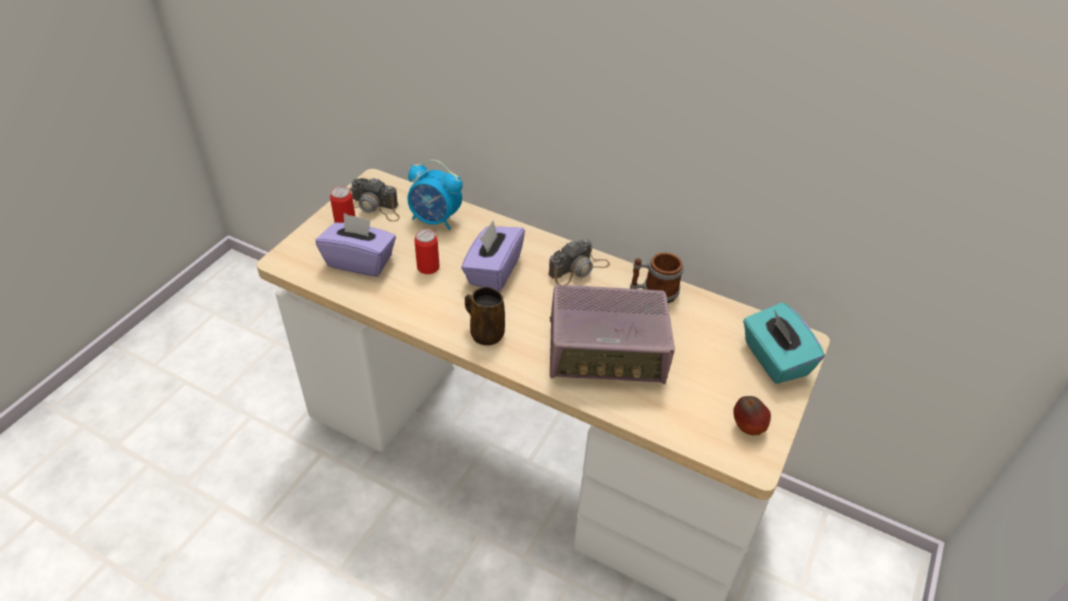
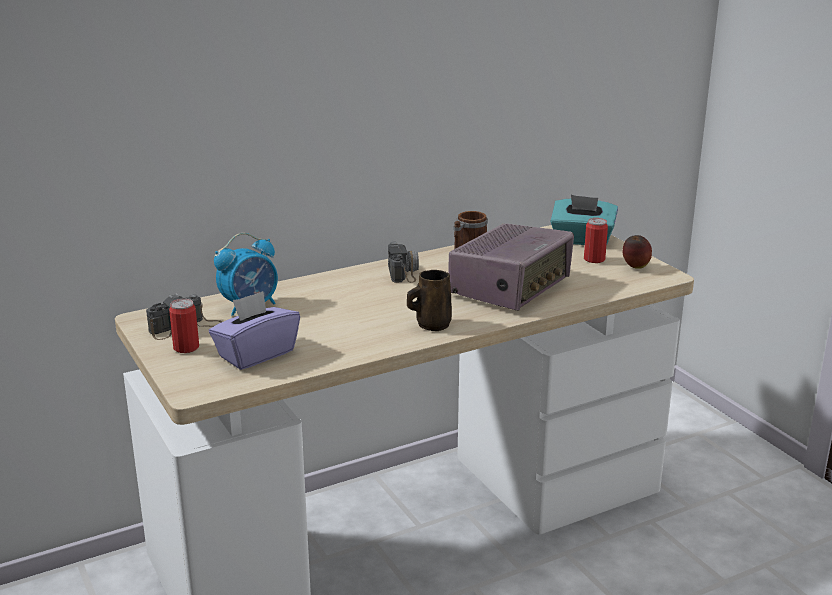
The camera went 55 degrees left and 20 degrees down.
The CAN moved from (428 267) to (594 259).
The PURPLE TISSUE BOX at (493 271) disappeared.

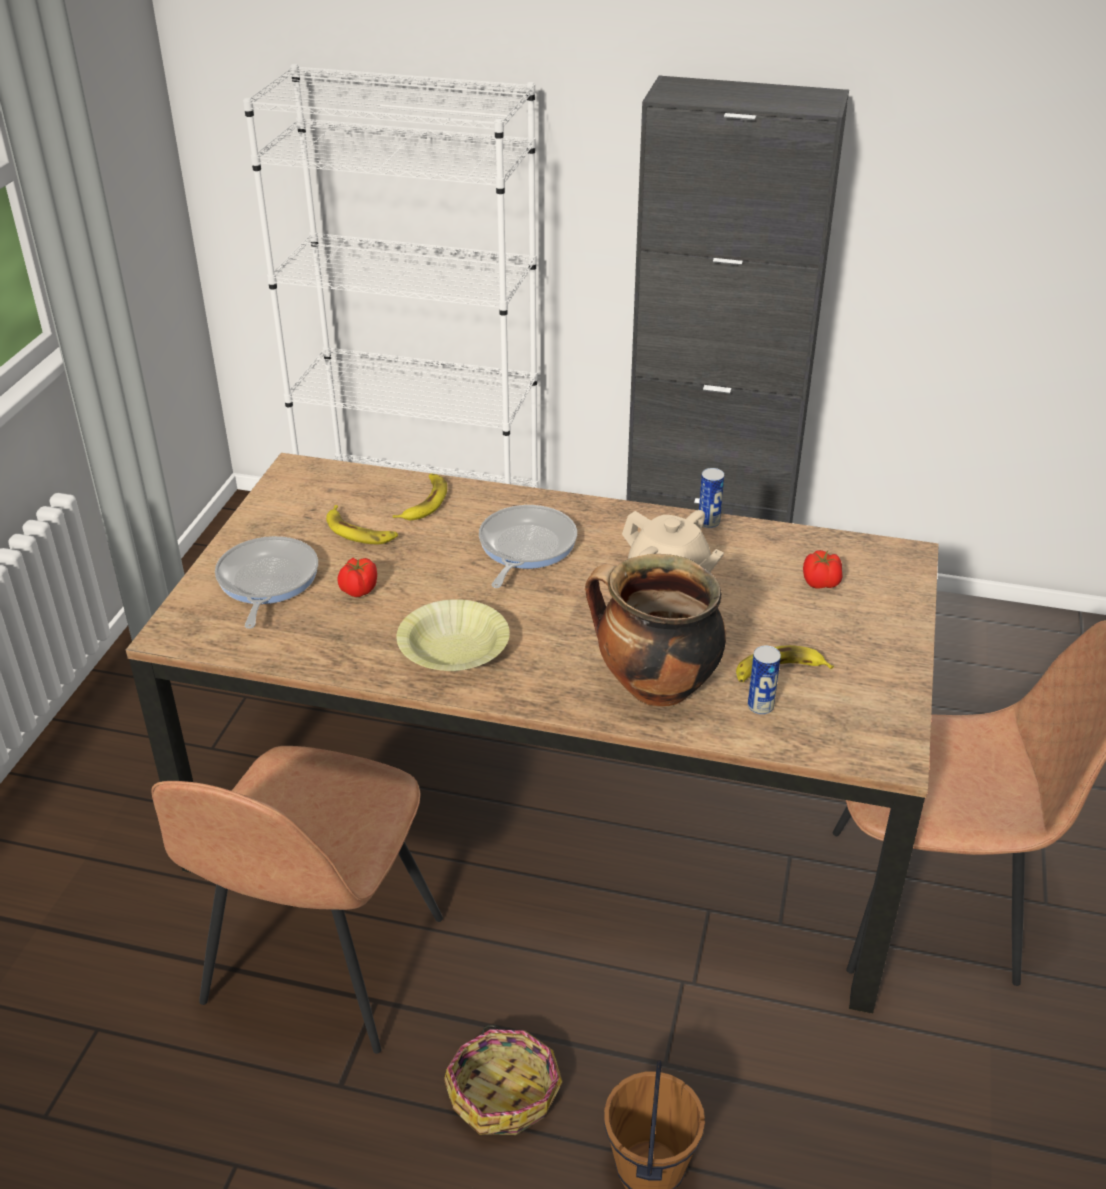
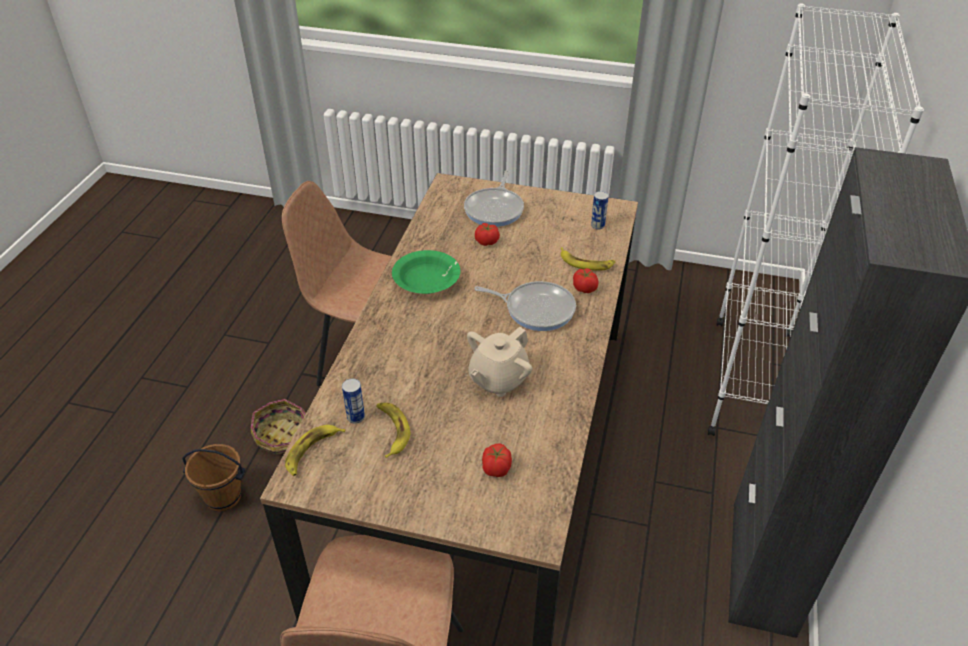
The camera went 90 degrees right and 5 degrees up.
The BANANA moved from (359 531) to (312 451).
The YELLOW BOWL at (454 650) became the GREEN BOWL at (427 281).
The FRYING PAN at (266 581) turned 105 degrees clockwise.
The TOMATO at (584 289) appeared.
The CAN moved from (708 522) to (597 225).
The COOKING POT at (654 688) disappeared.

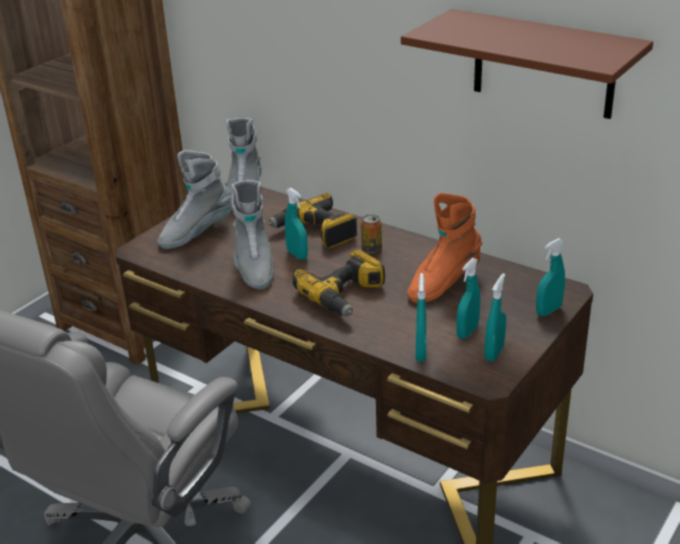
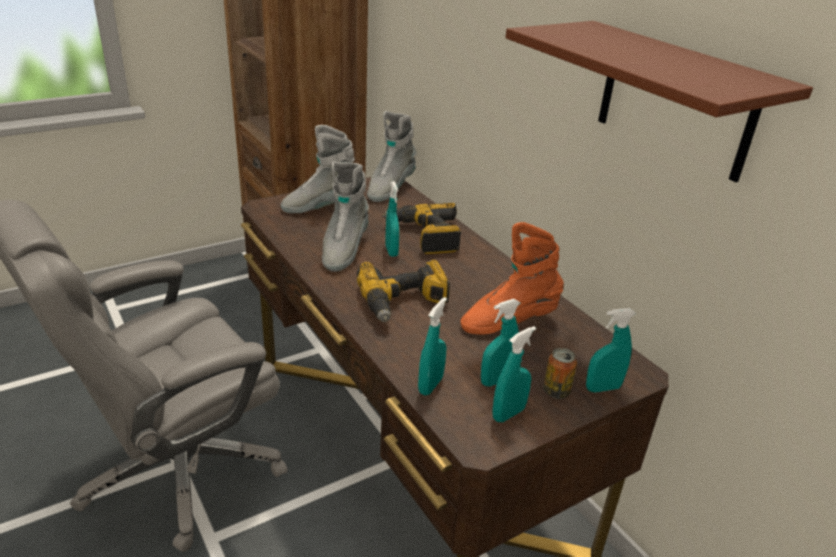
The camera went 20 degrees right and 0 degrees up.
The CAN moved from (371 249) to (556 392).

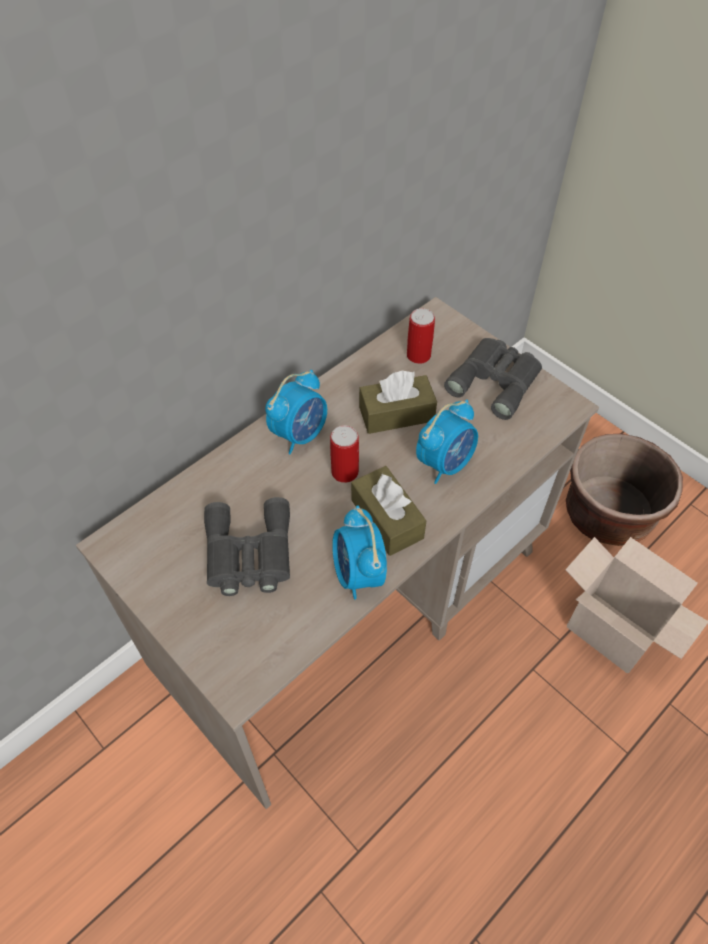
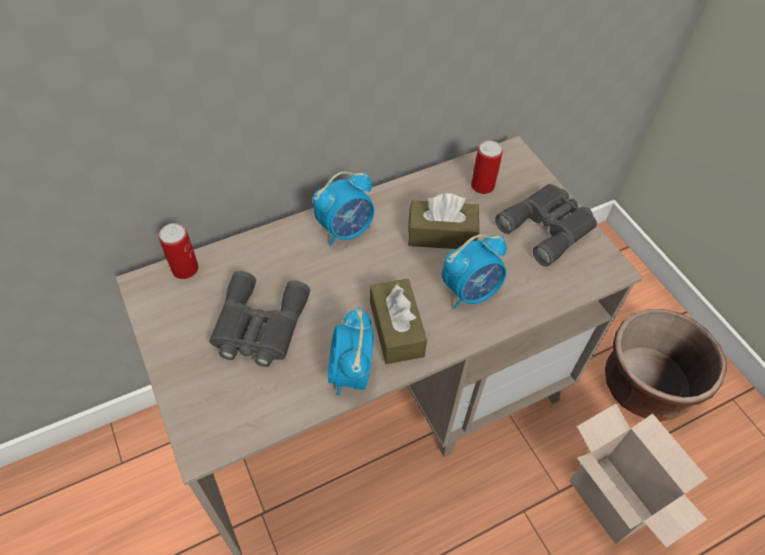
The camera went 15 degrees right and 0 degrees up.
The CAN moved from (345 472) to (185 269).

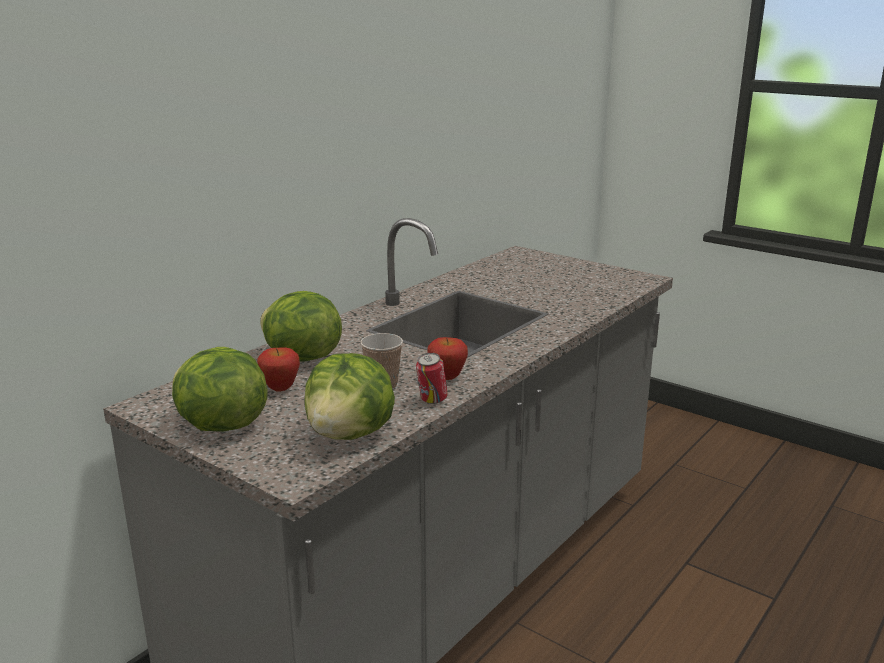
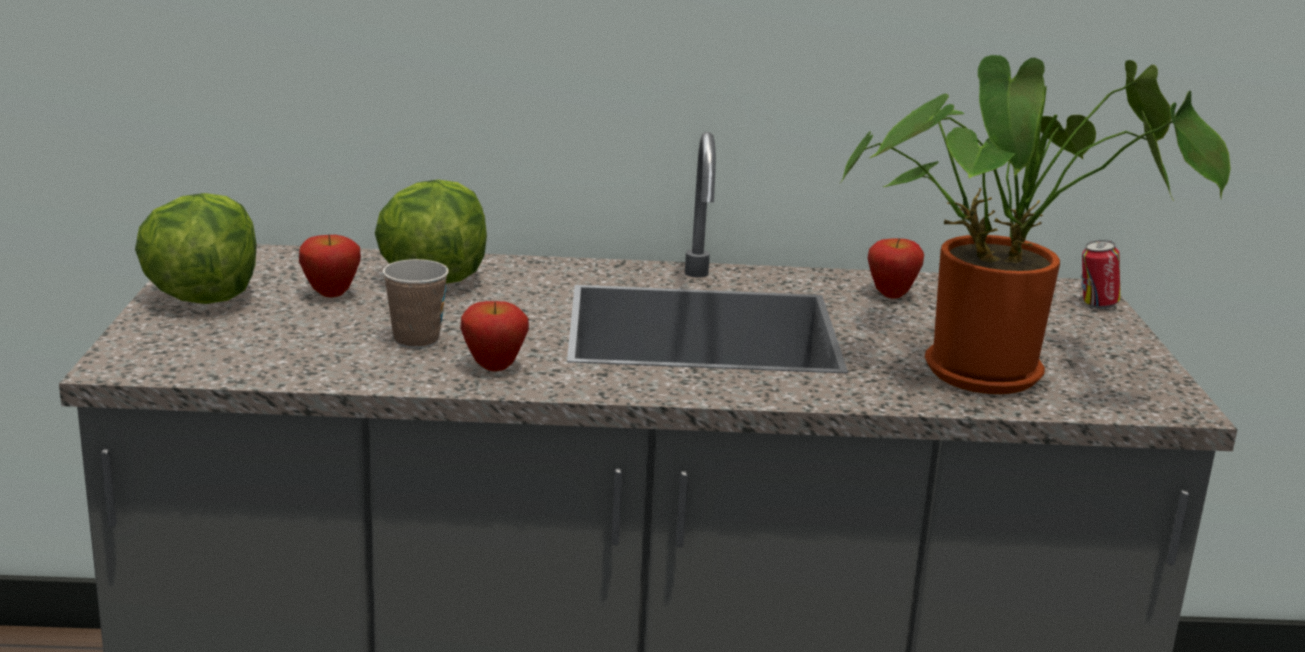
The camera went 50 degrees right and 0 degrees up.
The POTTED PLANT at (995 373) appeared.
The APPLE at (891 295) appeared.
The CAN moved from (432 401) to (1096 305).
The LETTUCE at (351 434) disappeared.

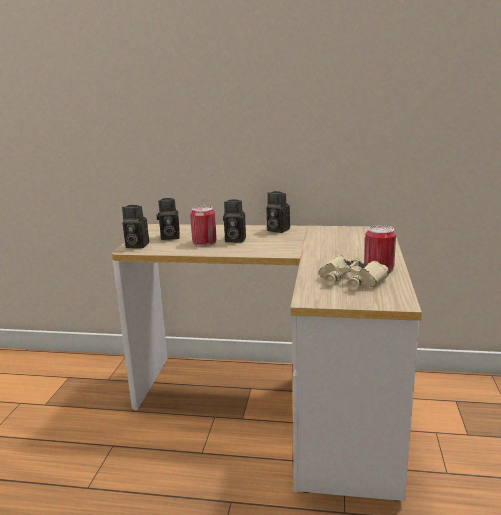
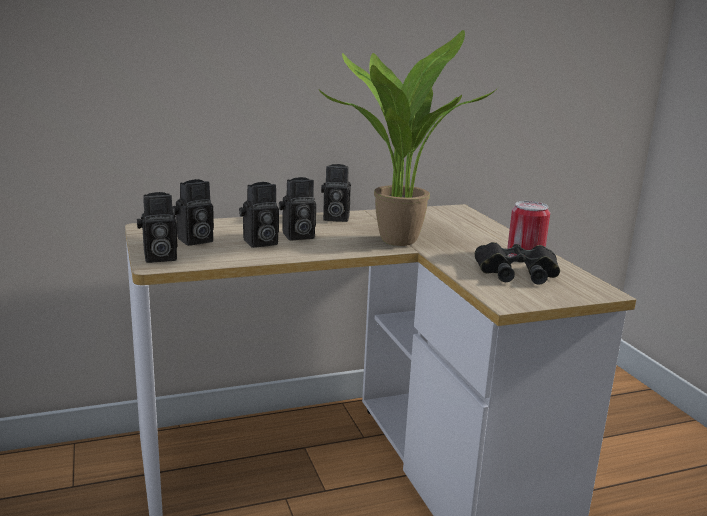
The camera went 30 degrees left and 0 degrees up.
The CAN at (204 242) was replaced by the PHOTO CAMERA at (259 243).
The POTTED PLANT at (395 239) appeared.
The BEIGE BINOCULARS at (351 280) became the BLACK BINOCULARS at (516 272).

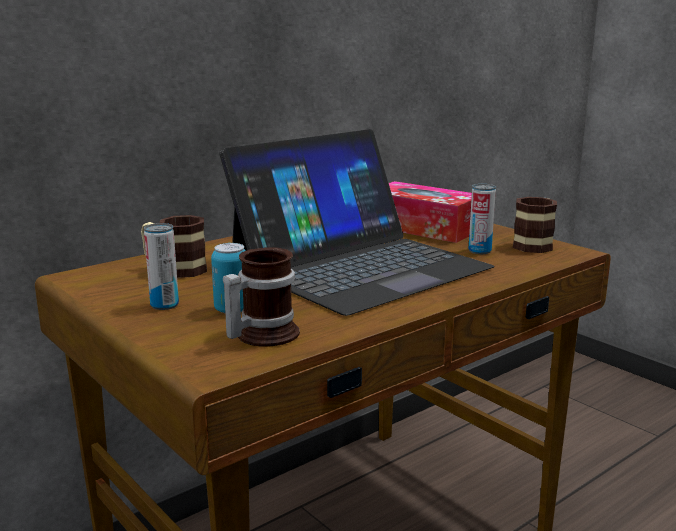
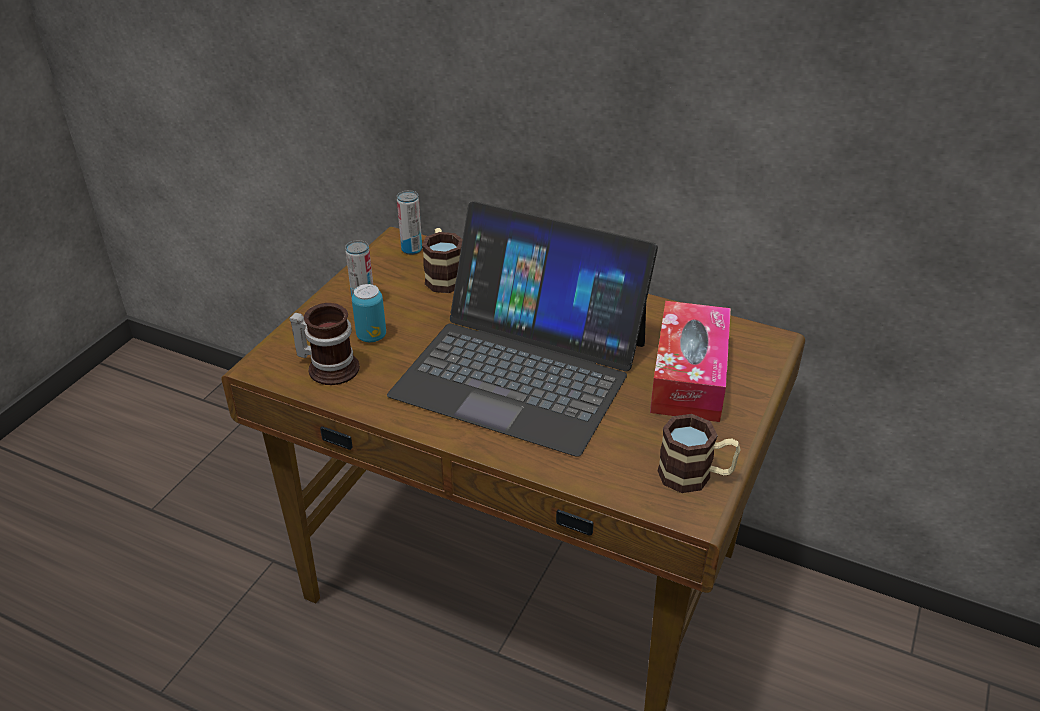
The camera went 65 degrees right and 20 degrees up.
The CAN moved from (479 251) to (411 249).

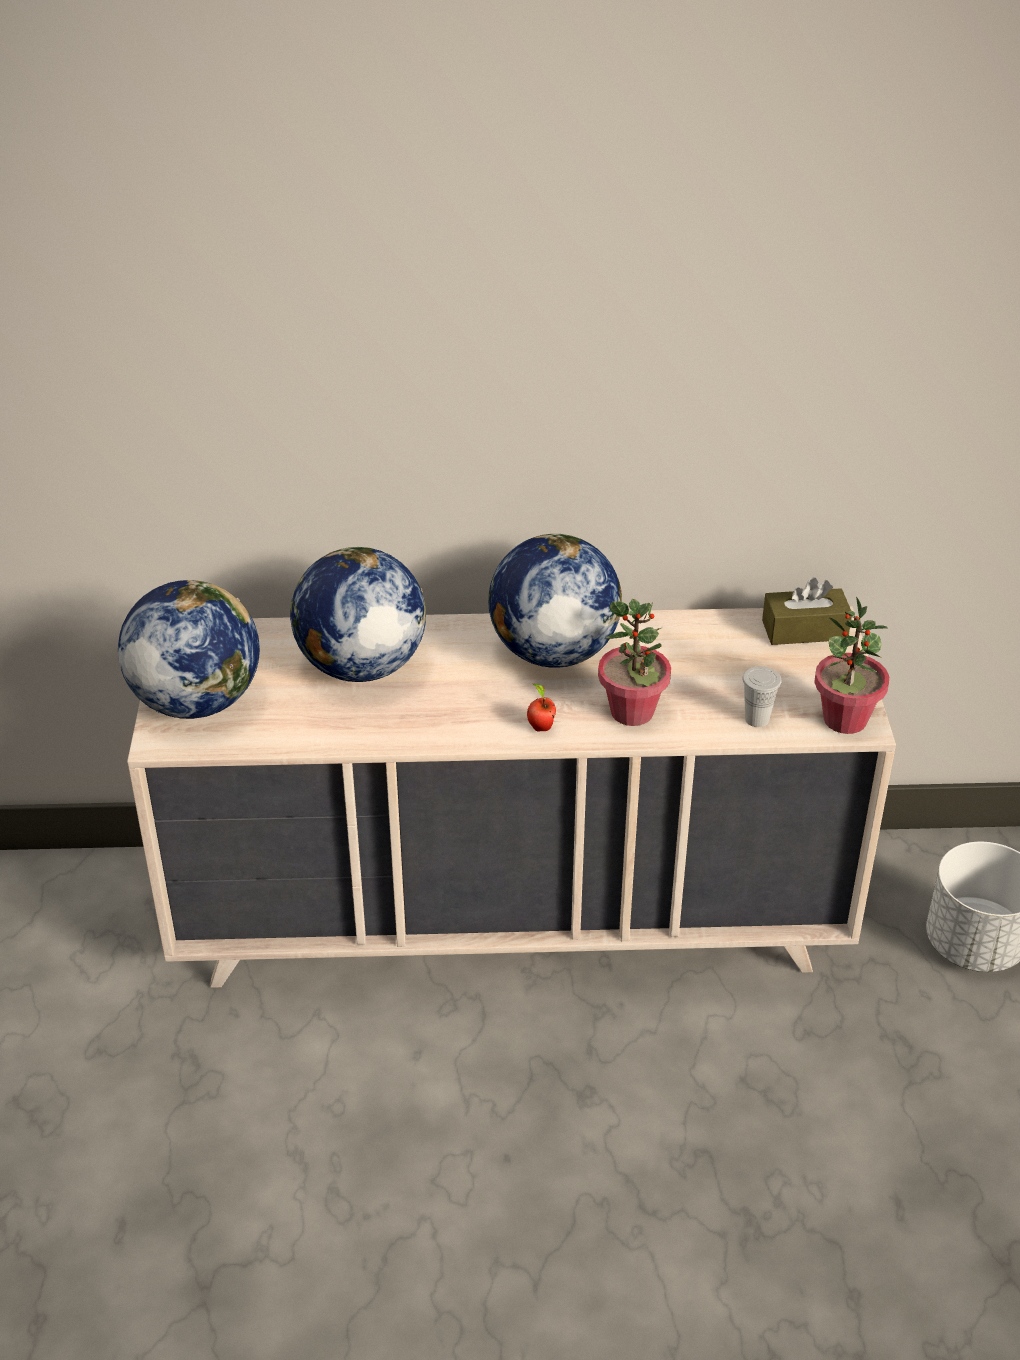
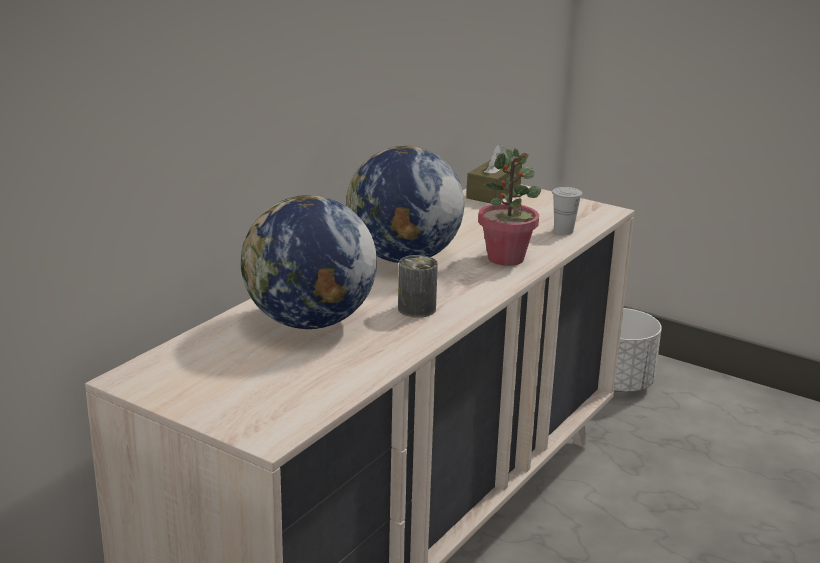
The camera went 55 degrees left and 15 degrees down.
The CAN at (416 309) appeared.
The GLOBE at (196 701) disappeared.
The APPLE at (540 727) disappeared.
The POTTED PLANT at (844 720) disappeared.

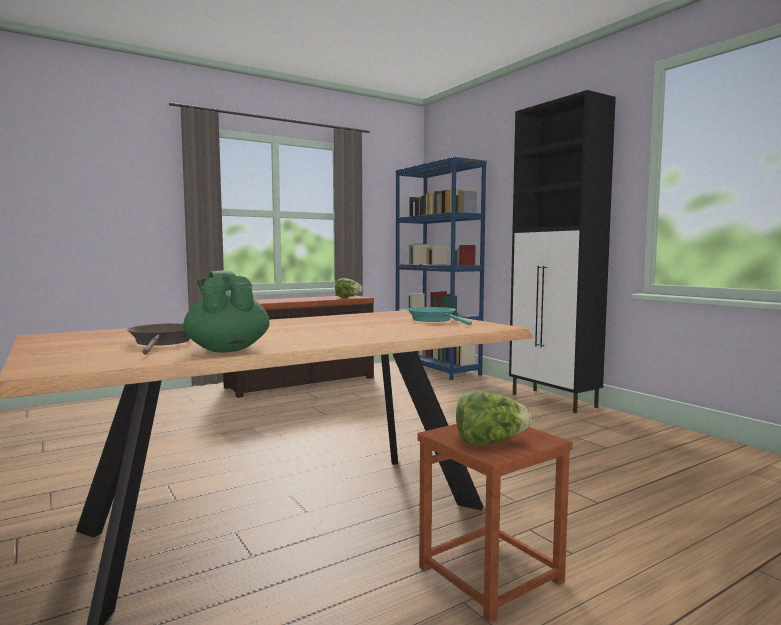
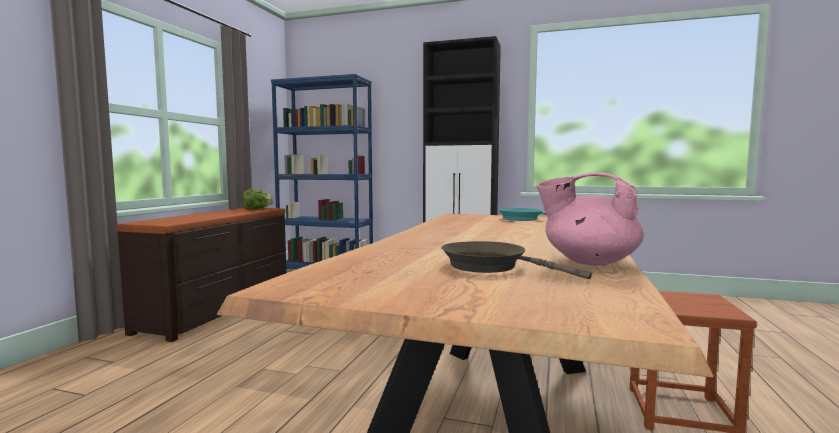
The camera went 40 degrees left and 0 degrees up.
The GREEN TEAPOT at (227 349) became the PINK TEAPOT at (588 261).
The LETTUCE at (489 442) disappeared.

